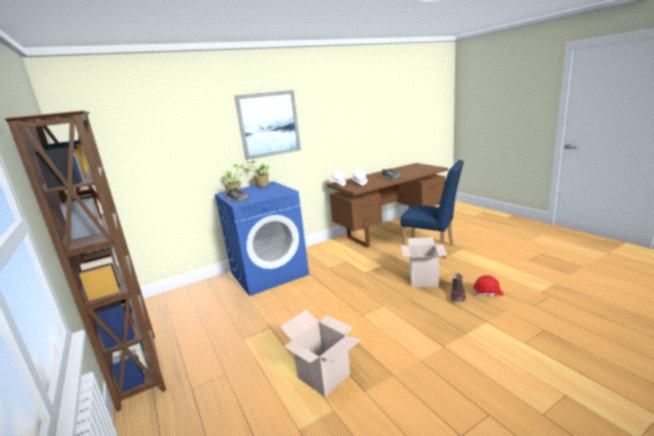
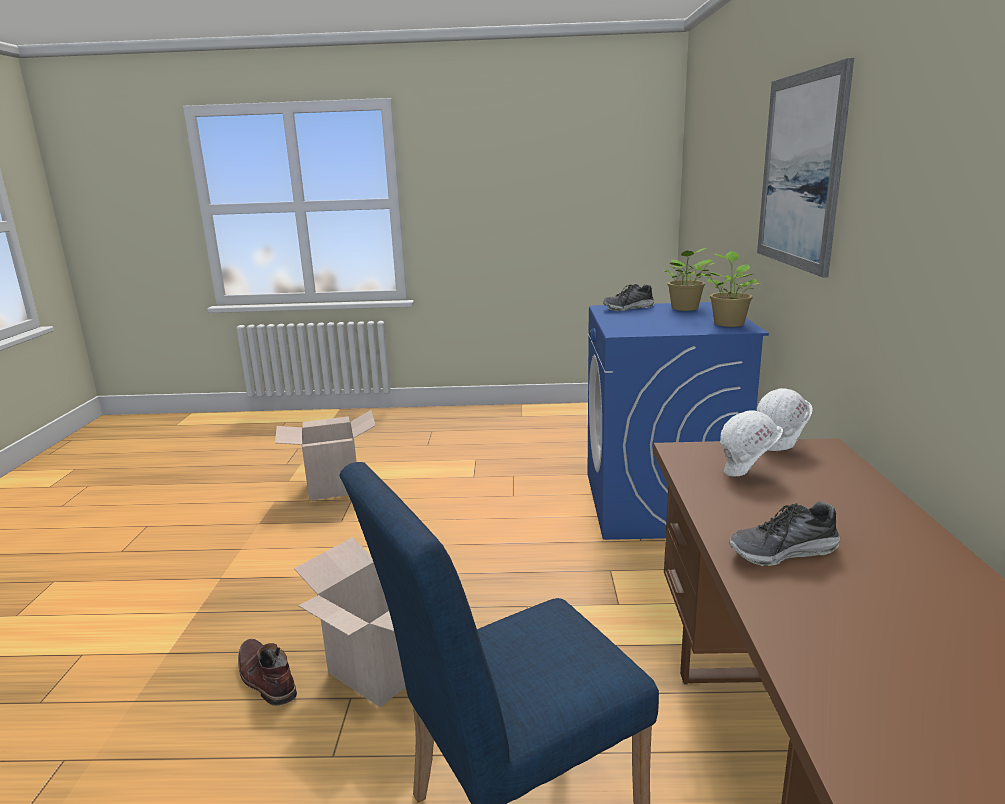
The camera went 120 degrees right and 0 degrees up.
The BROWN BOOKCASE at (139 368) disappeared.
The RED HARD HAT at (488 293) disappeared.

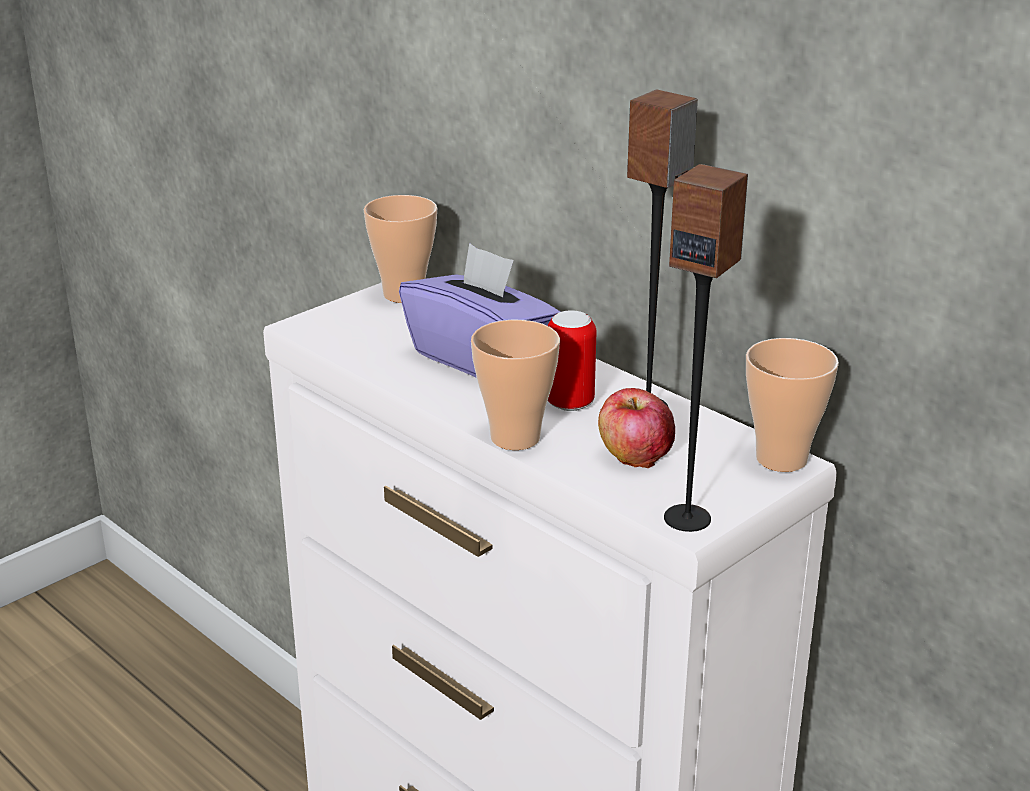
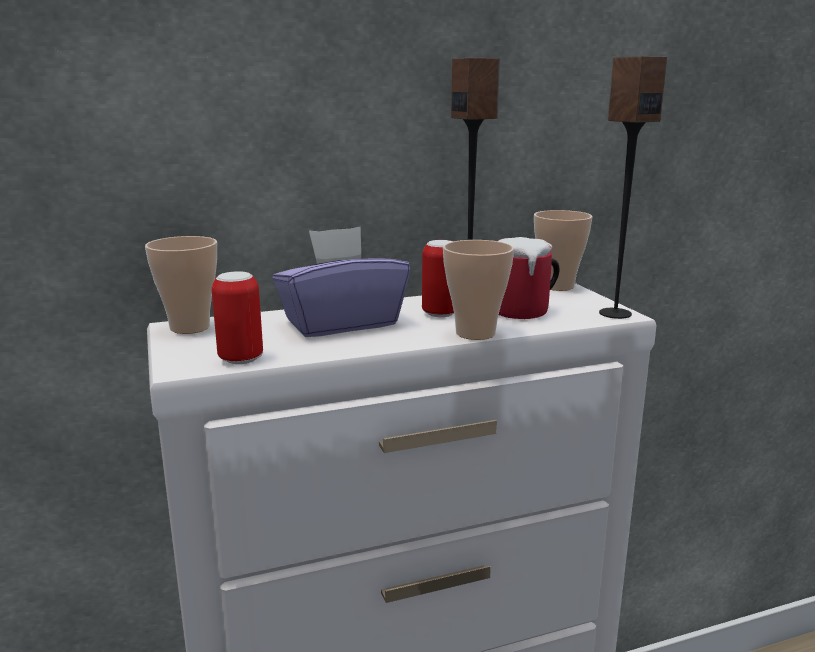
The camera went 65 degrees left and 10 degrees down.
The CAN at (241 359) appeared.
The APPLE at (634 455) was replaced by the MUG at (527 311).

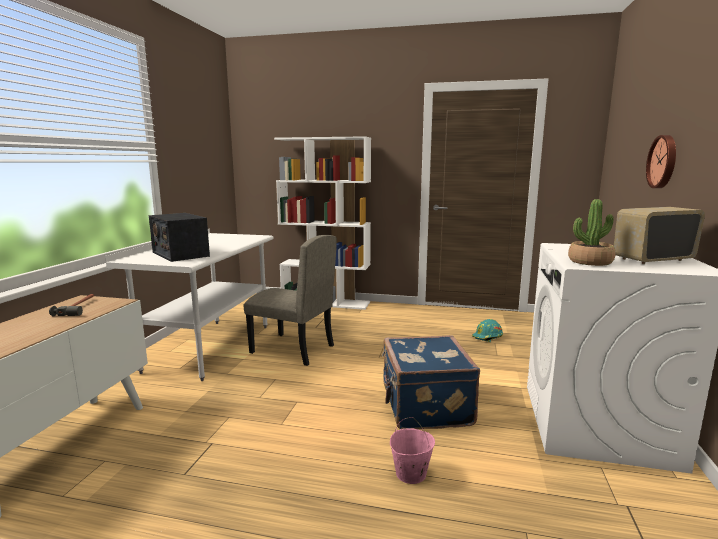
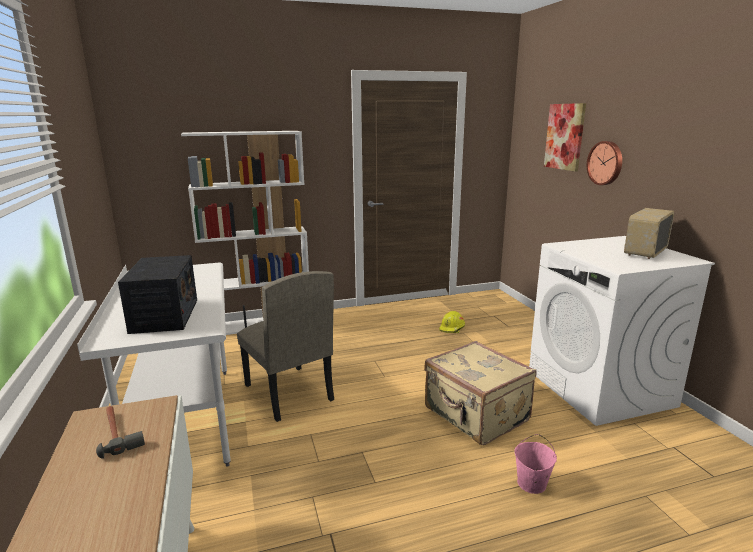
The camera went 30 degrees left and 5 degrees up.
The RADIO at (180 254) turned 120 degrees counterclockwise.
The BEIGE CHAIR at (292 349) turned 60 degrees clockwise.
The BLUE SUITCASE at (424 406) became the BEIGE SUITCASE at (475 415).
The TURQUOISE HARD HAT at (487 337) became the YELLOW HARD HAT at (452 328).
The PICTURE at (565 136) appeared.
The POTTED PLANT at (590 262) disappeared.

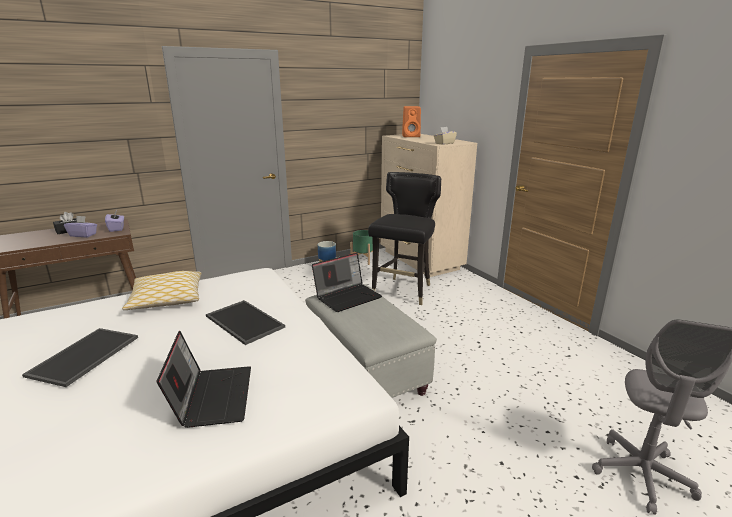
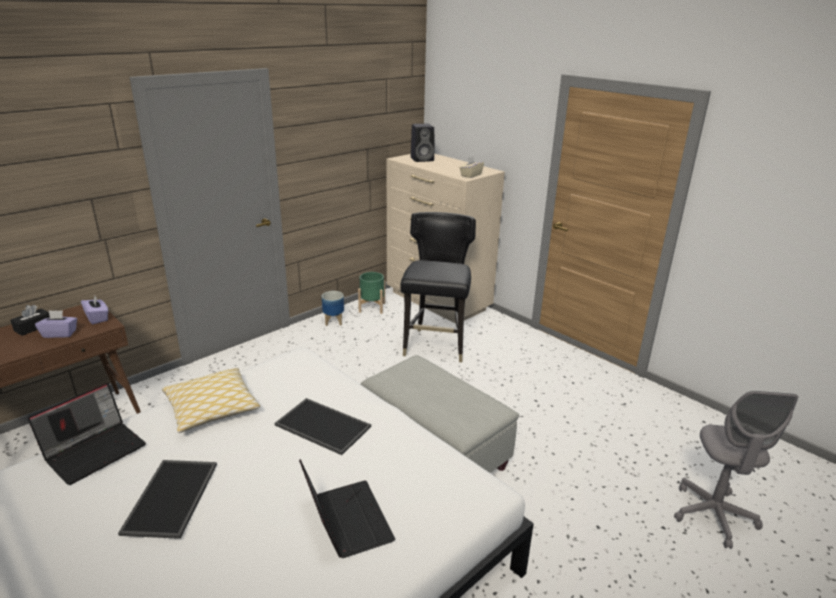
The camera went 15 degrees left and 5 degrees up.
The LAPTOP moved from (348 296) to (95 450).
The ORANGE SPEAKER at (411 136) became the BLACK SPEAKER at (423 159).

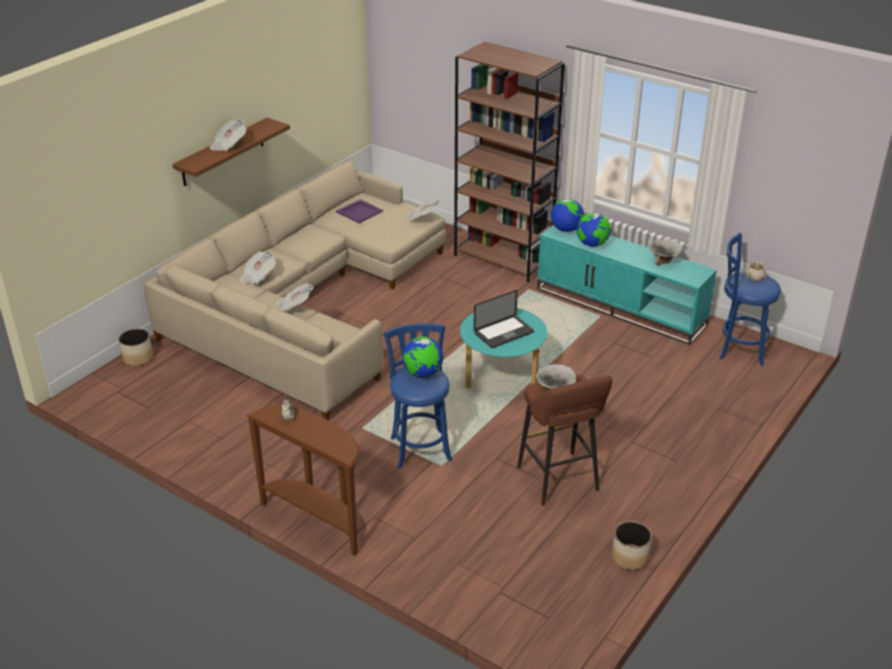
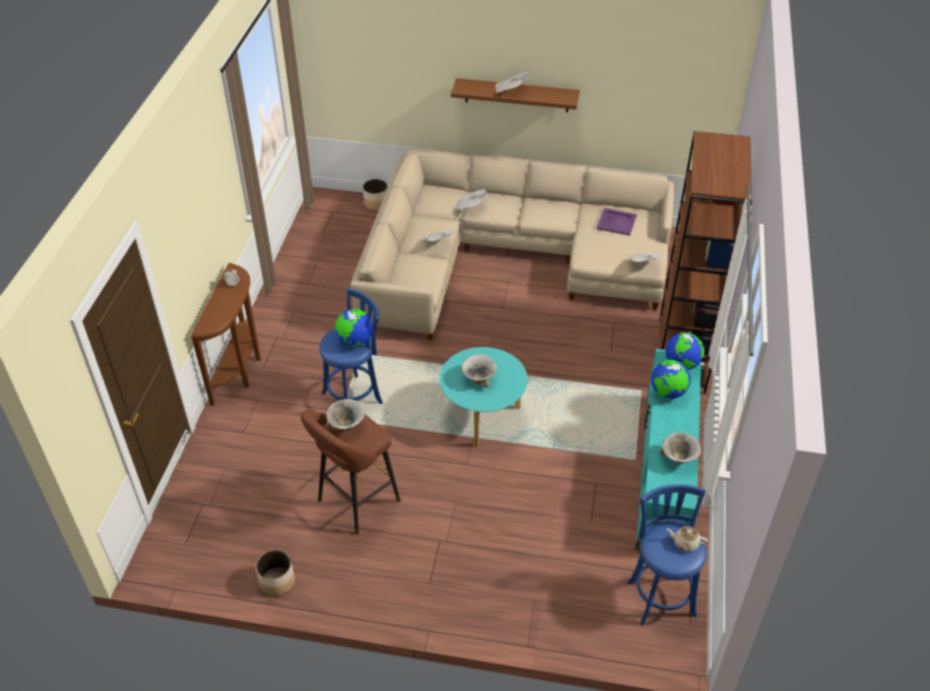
The camera went 65 degrees right and 10 degrees up.
The LAPTOP at (503 333) was replaced by the BOWL at (479 379).

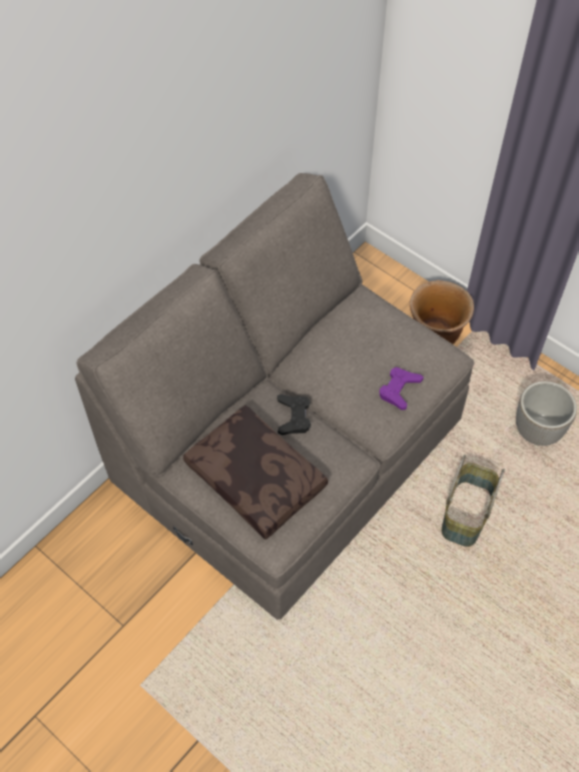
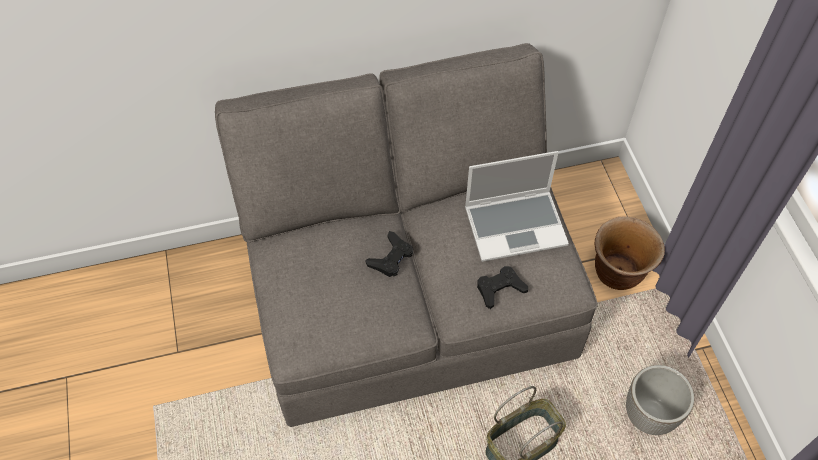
The camera went 35 degrees right and 0 degrees up.
The LAPTOP at (516 225) appeared.
The PURPLE GAME CONTROLLER at (399 390) became the BLACK GAME CONTROLLER at (500 289).
The BROWN PILLOW at (258 477) disappeared.

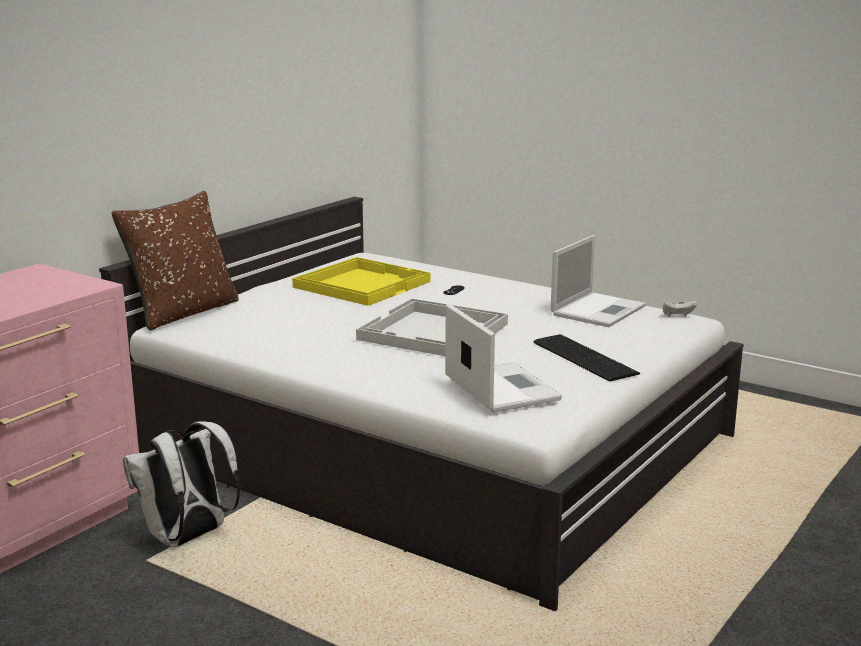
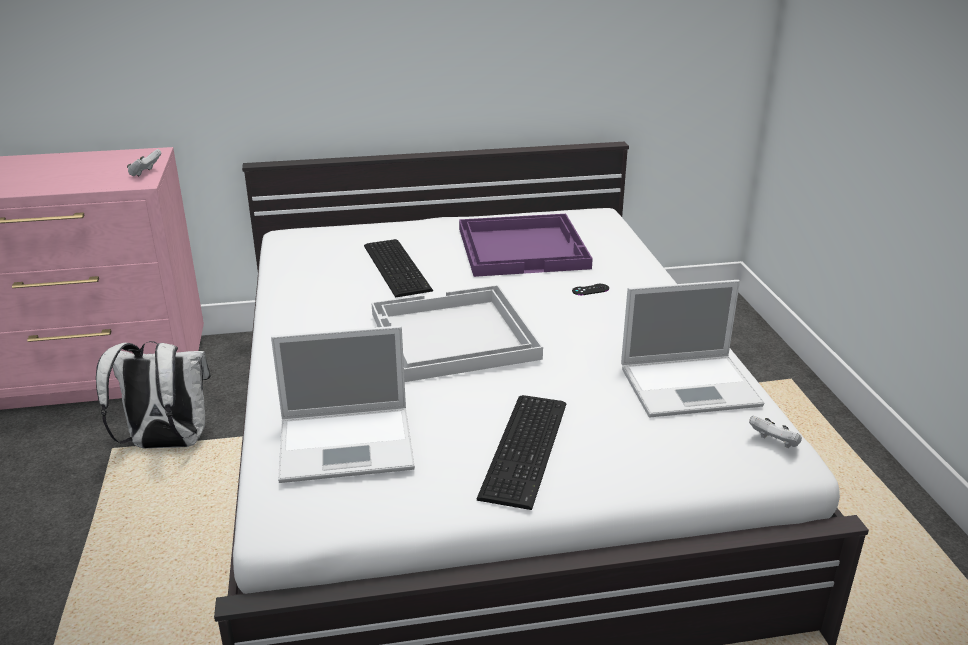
The camera went 45 degrees right and 10 degrees up.
The WHITE GAME CONTROLLER at (145 173) appeared.
The LAPTOP at (500 388) turned 60 degrees clockwise.
The KEYBOARD at (398 266) appeared.
The YELLOW TRAY at (362 284) became the PURPLE TRAY at (523 247).
The BROWN PILLOW at (184 313) disappeared.

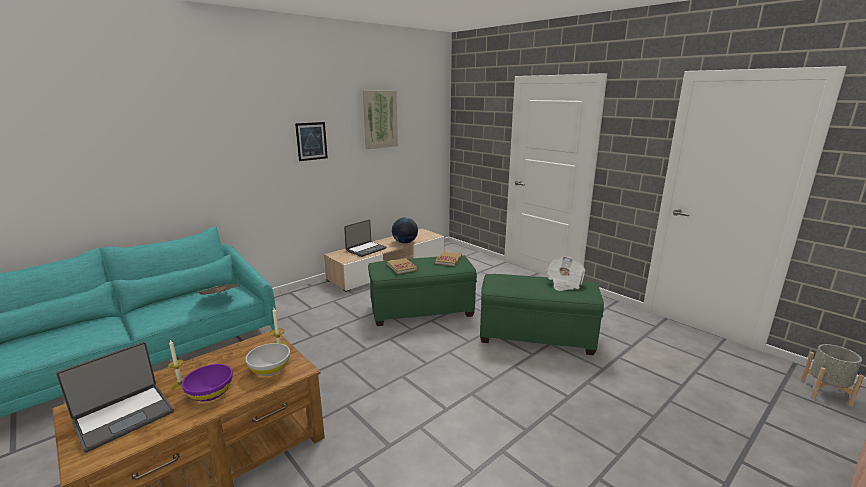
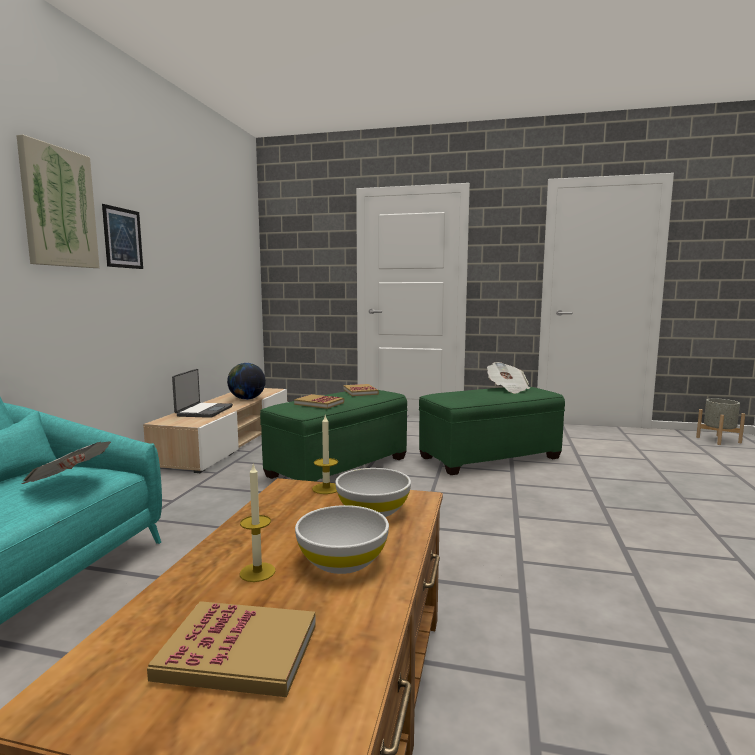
The camera went 35 degrees left and 10 degrees down.
The PICTURE moved from (380 119) to (58 207).
The LAPTOP at (124 416) was replaced by the BOOK at (238 652).
The PURPLE BOWL at (211 393) became the WHITE BOWL at (342 560).

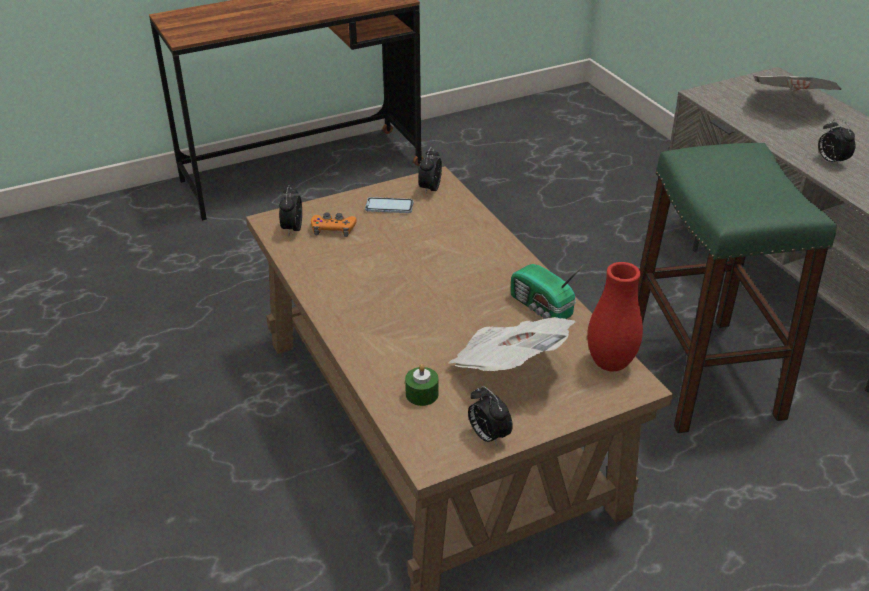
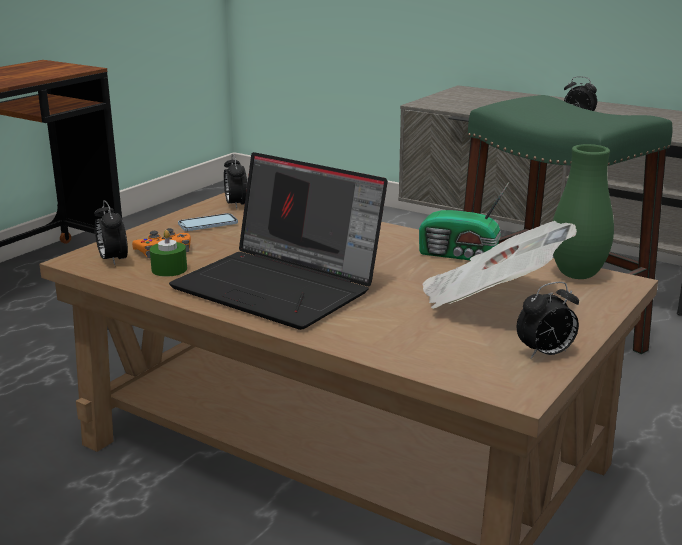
The camera went 30 degrees left and 15 degrees down.
The GREEN CANDLE moved from (422 394) to (169 269).
The LAPTOP at (281 286) appeared.
The ALARM CLOCK at (488 436) turned 45 degrees counterclockwise.
The RED VASE at (610 363) became the GREEN VASE at (577 275).
The NEWSPAPER at (790 105) disappeared.

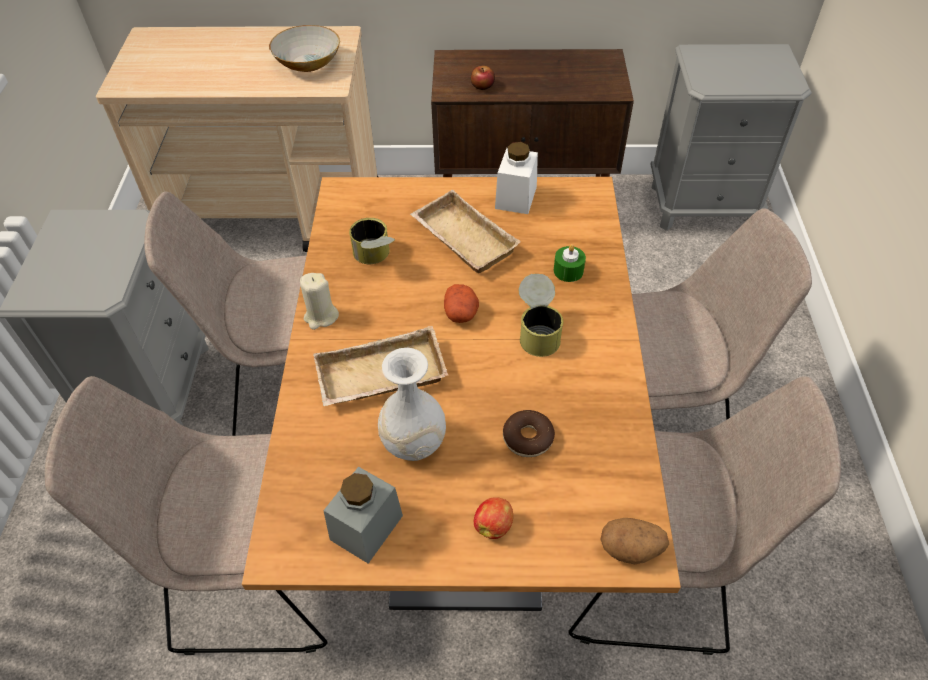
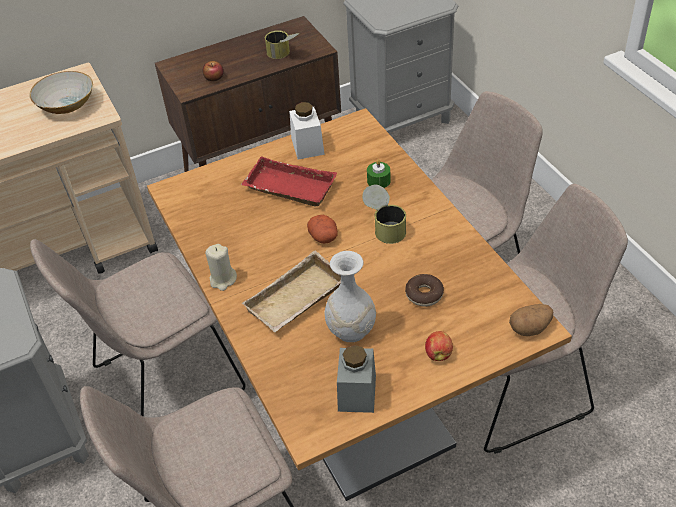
The camera went 25 degrees left and 5 degrees down.
The BEIGE TRAY at (461 239) became the RED TRAY at (288 188).
The CAN moved from (374 259) to (283 54).

